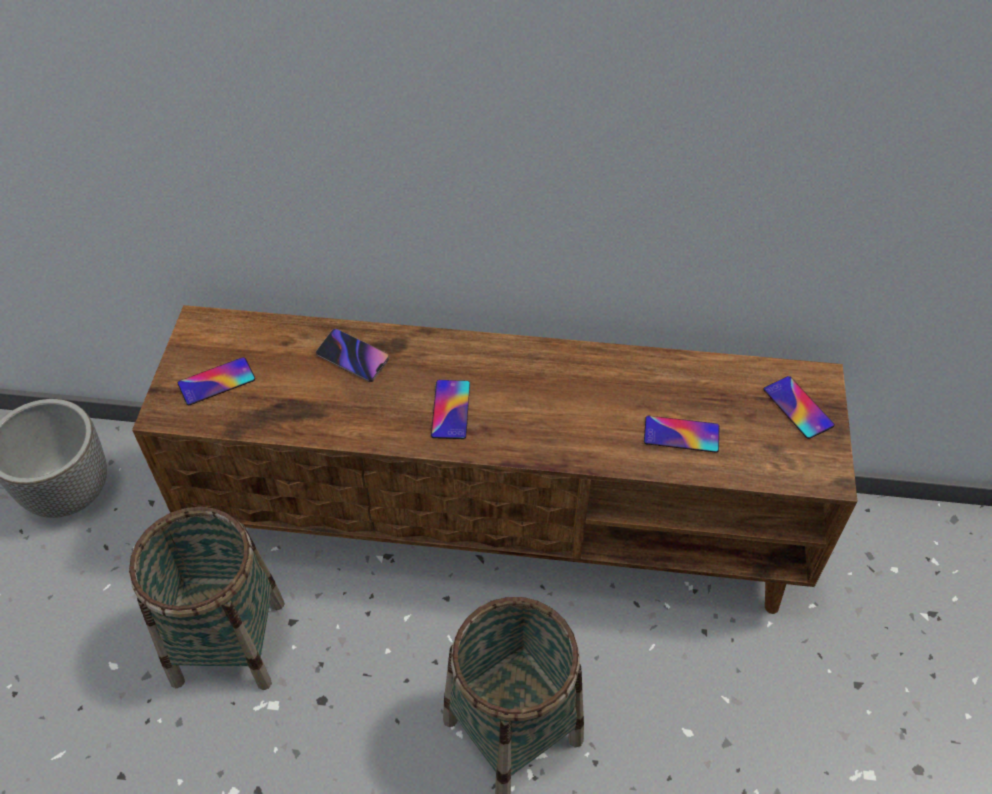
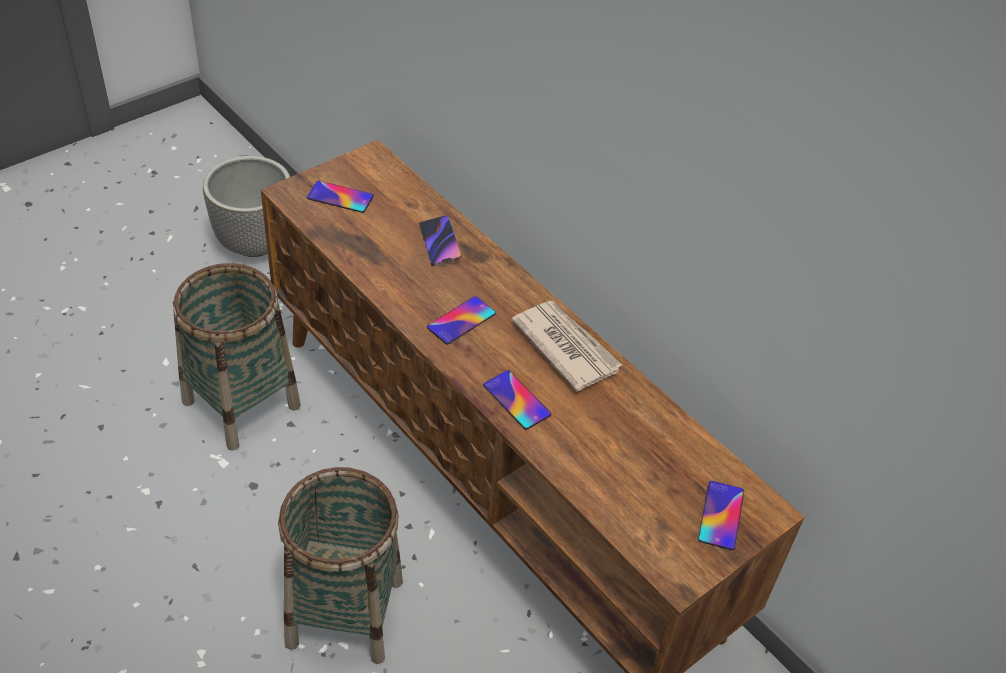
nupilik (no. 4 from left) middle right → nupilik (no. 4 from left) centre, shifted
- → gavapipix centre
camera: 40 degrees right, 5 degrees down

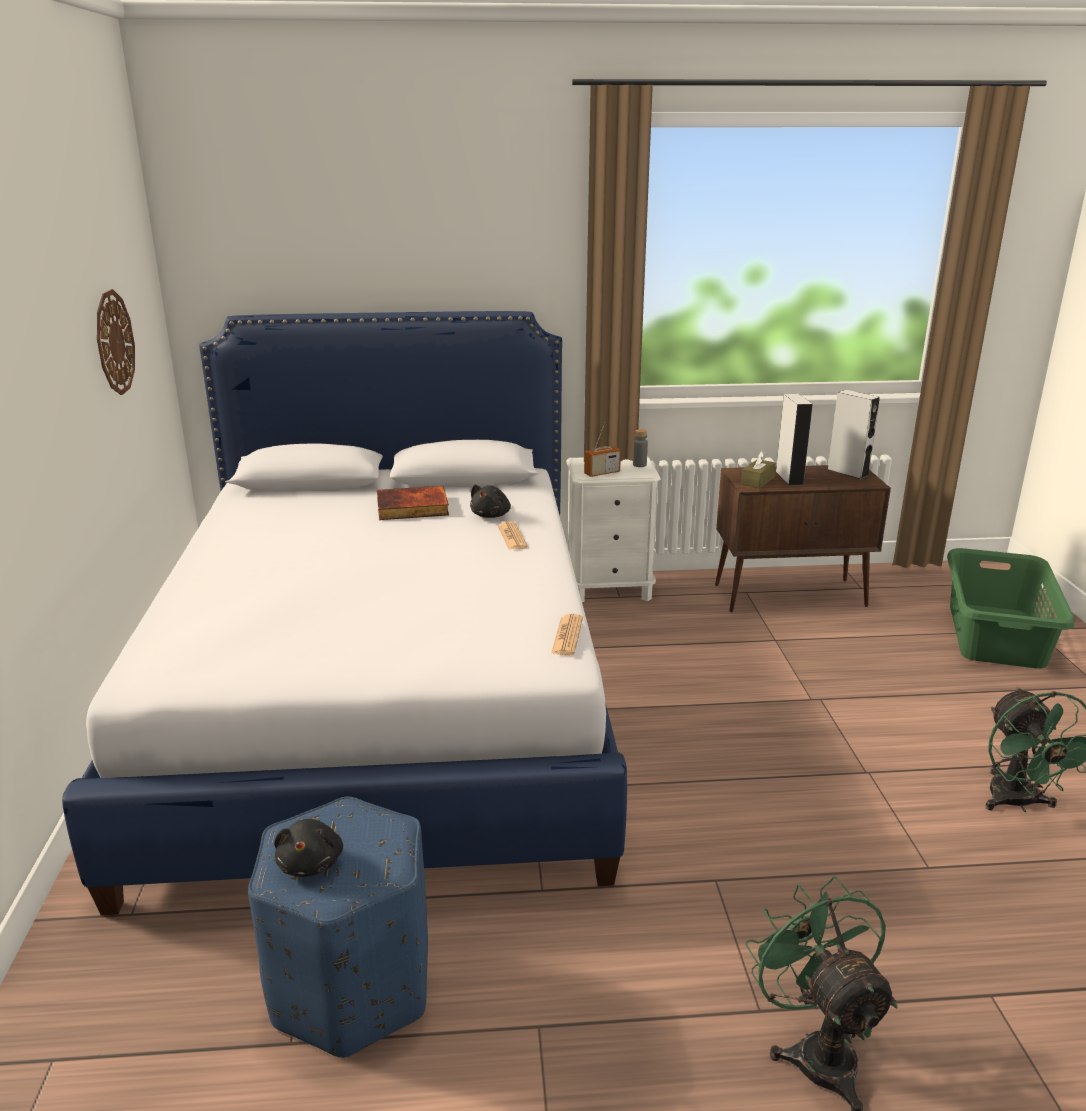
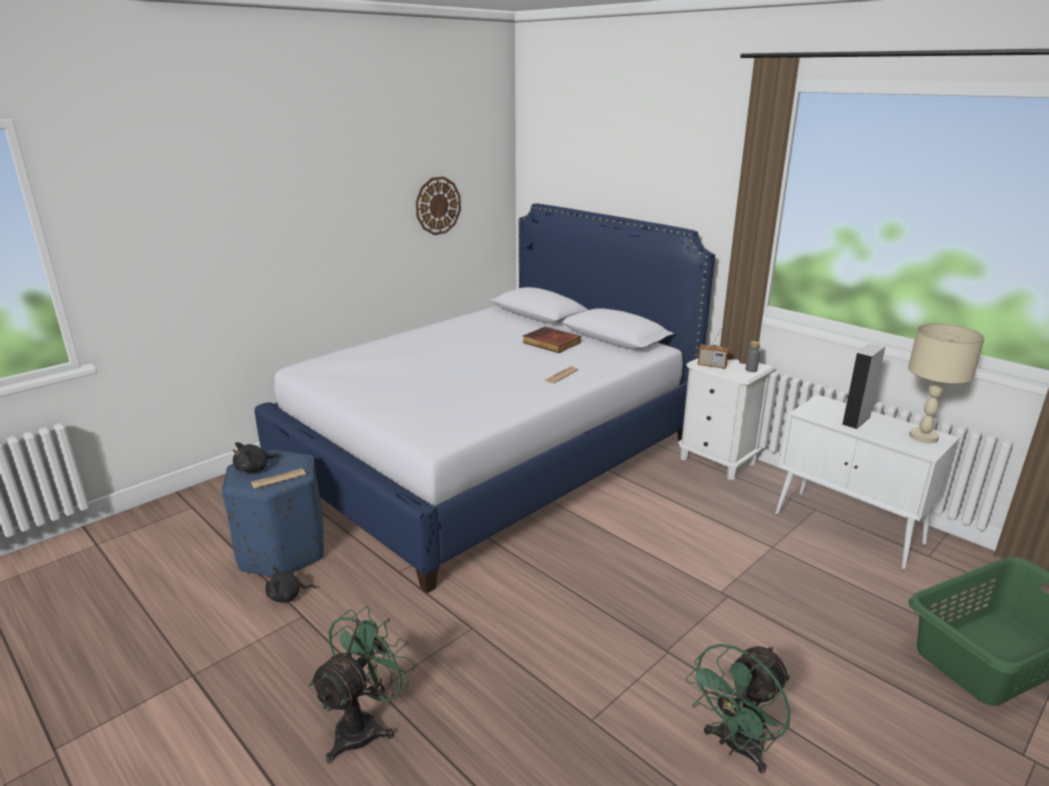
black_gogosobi (no. 2 from left) centre → black_gogosobi (no. 2 from left) bottom left, shifted
gavapipix (no. 2 from left in the first image) centre → gavapipix (no. 1 from left) middle left, shifted
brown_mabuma middle right → white_mabuma middle right
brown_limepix middle right → -
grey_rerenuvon (no. 2 from left) middle right → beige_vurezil middle right
camera: 50 degrees right, 0 degrees up

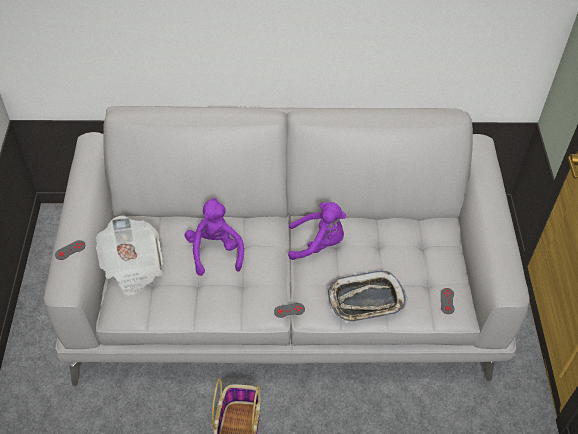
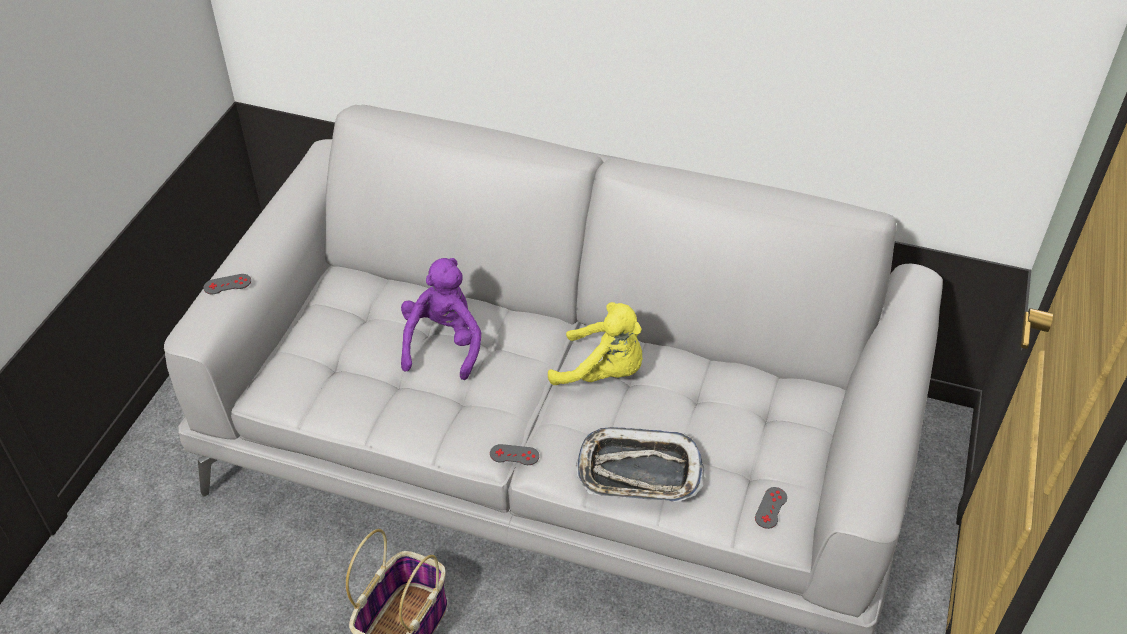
gavapipix middle left → -
purple_gogosobi (no. 2 from left) centre → yellow_gogosobi centre
camera: 20 degrees right, 5 degrees down

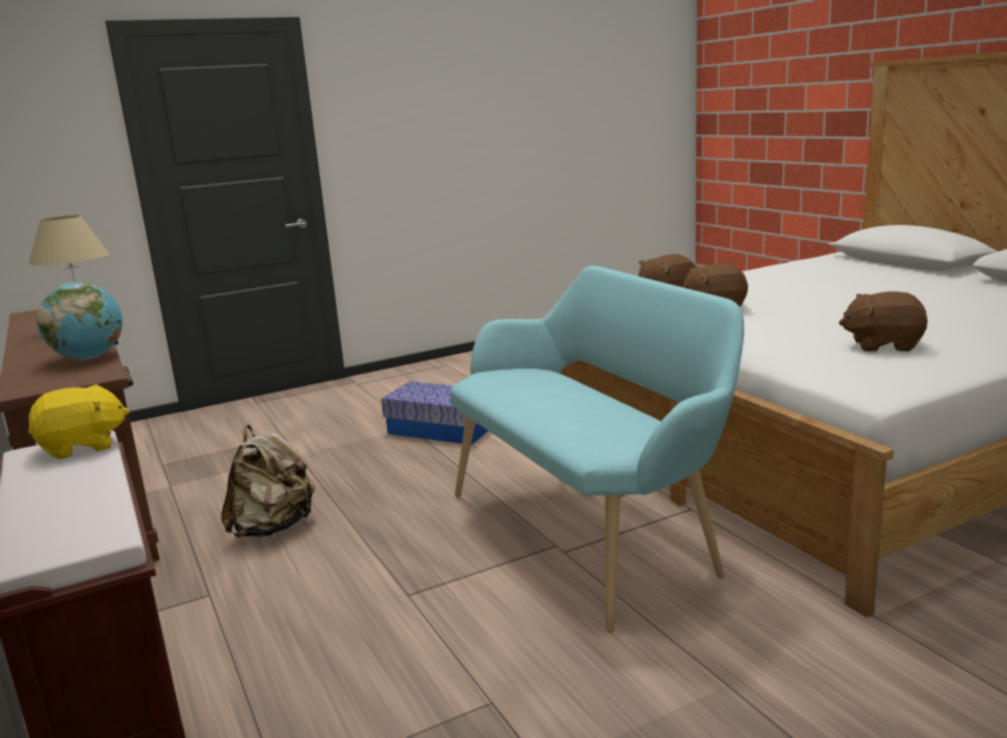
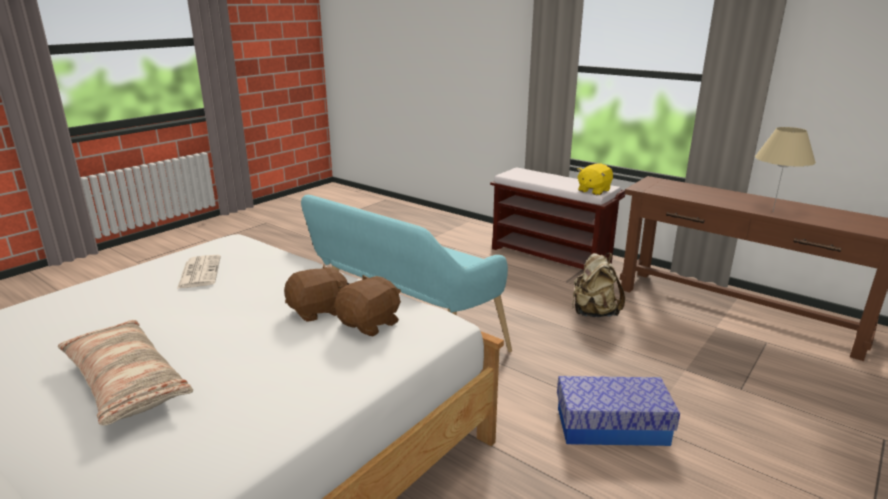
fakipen middle left → -
brown_gogosobi (no. 3 from left) middle right → gavapipix middle left
- → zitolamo bottom left
camera: 155 degrees right, 5 degrees up

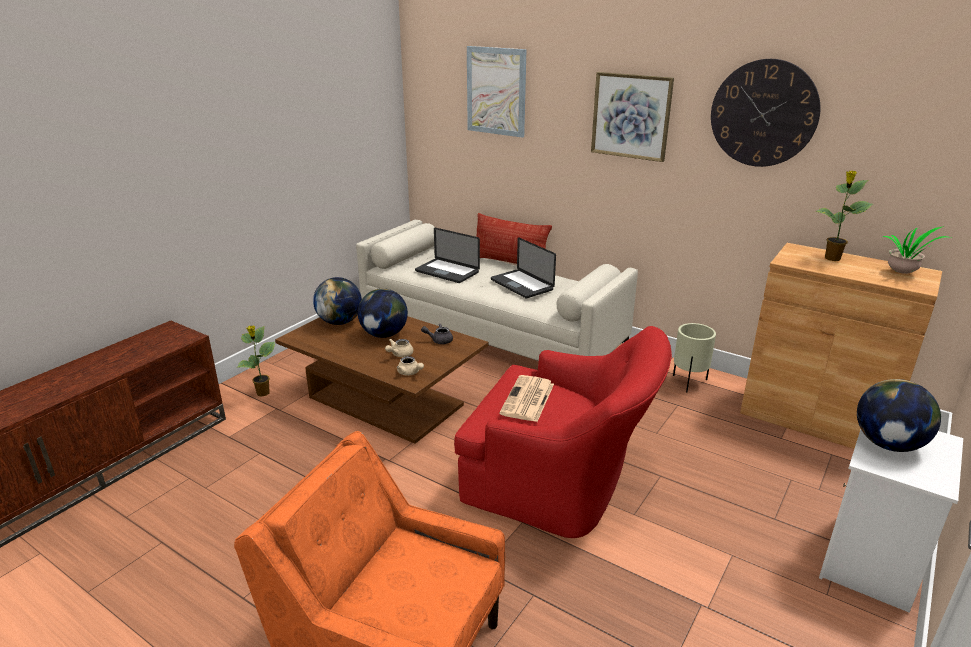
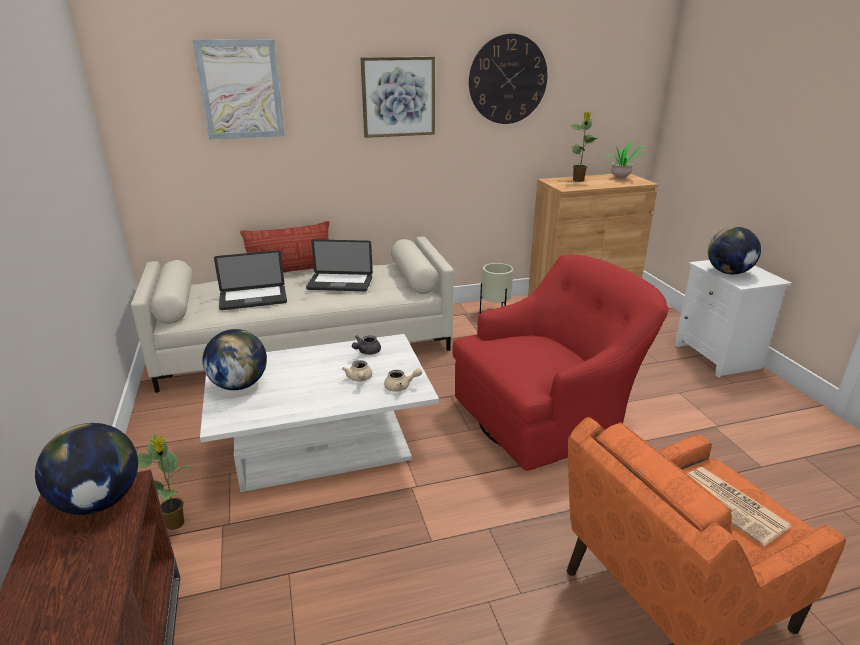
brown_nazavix centre → white_nazavix centre
fakipen (no. 2 from left in the first image) centre → fakipen (no. 1 from left) bottom left, shifted
gavapipix centre → gavapipix bottom right, shifted
camera: 50 degrees left, 0 degrees up

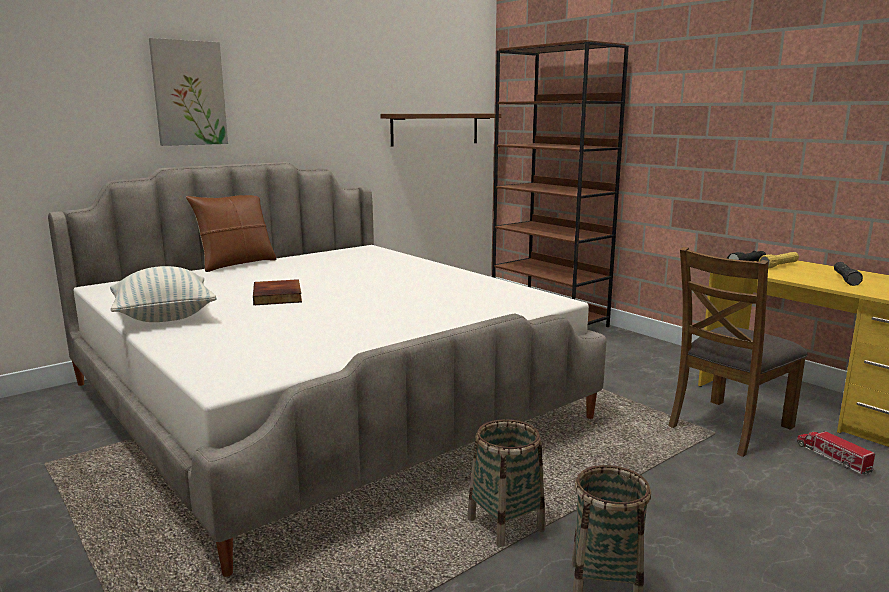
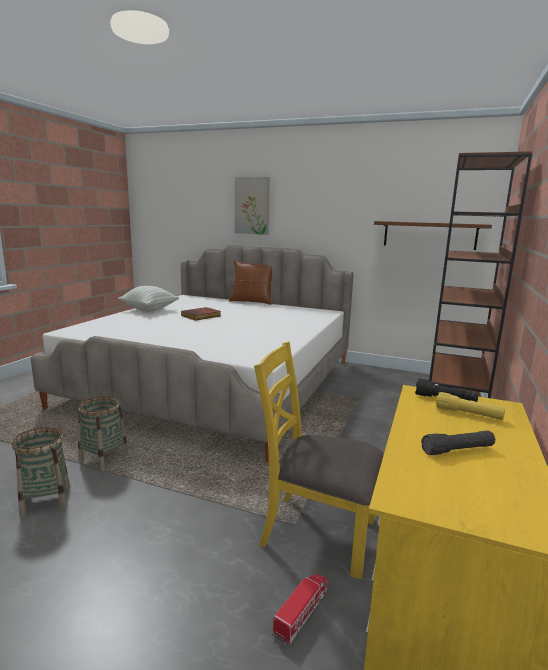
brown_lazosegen middle right → yellow_lazosegen bottom centre
camera: 60 degrees right, 0 degrees up

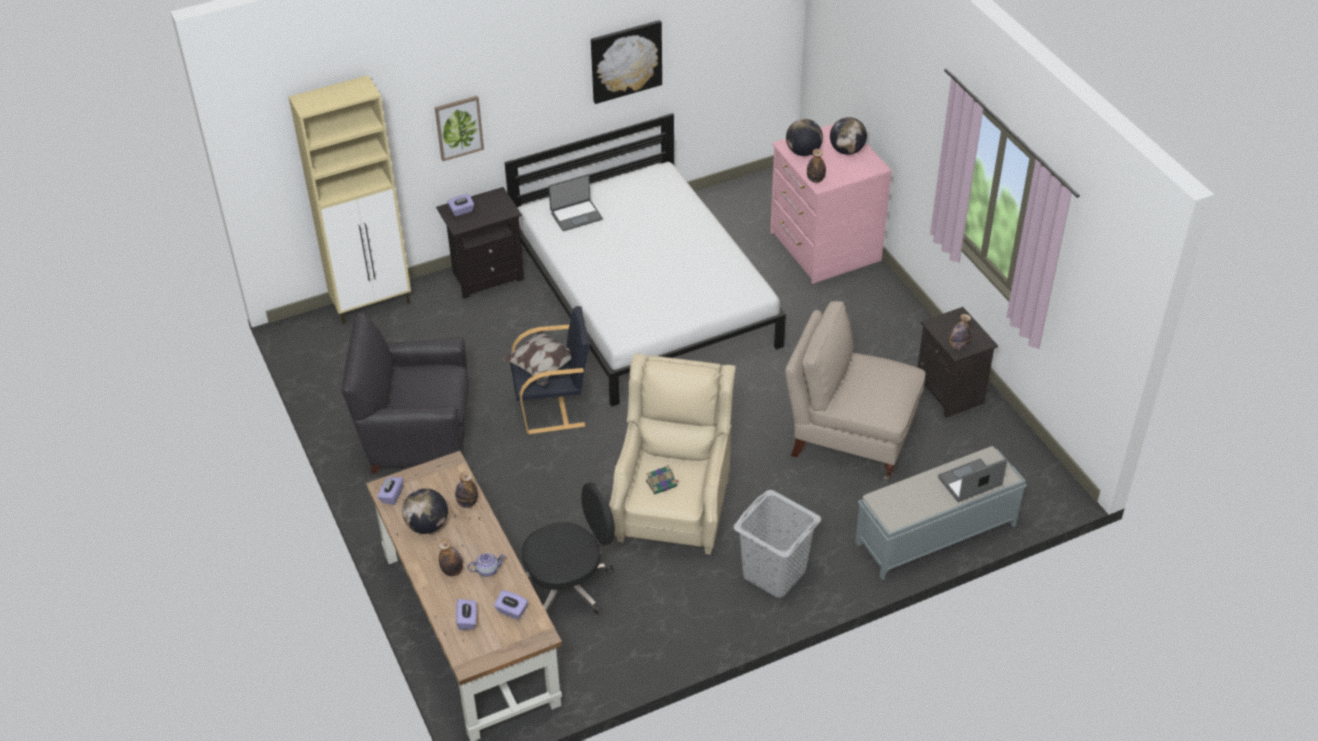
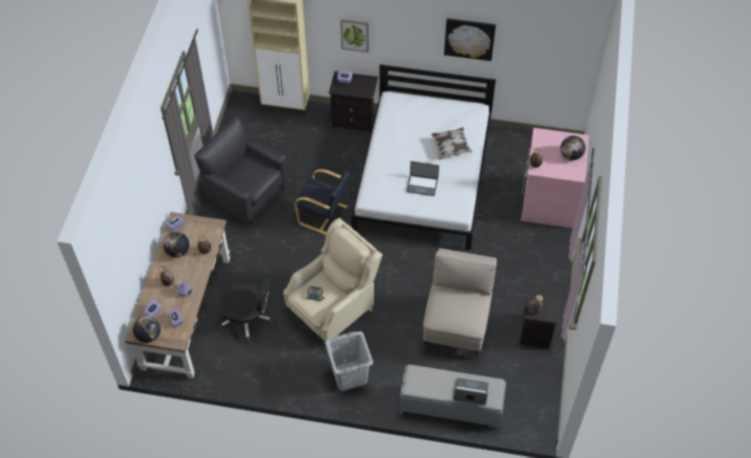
zitolamo centre → zitolamo top centre, shifted
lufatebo (no. 1 from left) top centre → lufatebo (no. 1 from left) centre, shifted
beige_lazosegen centre, 45 degrees clockwise
fakipen (no. 2 from left in the first image) top centre → fakipen (no. 1 from left) bottom left, shifted
camera: 35 degrees right, 10 degrees up

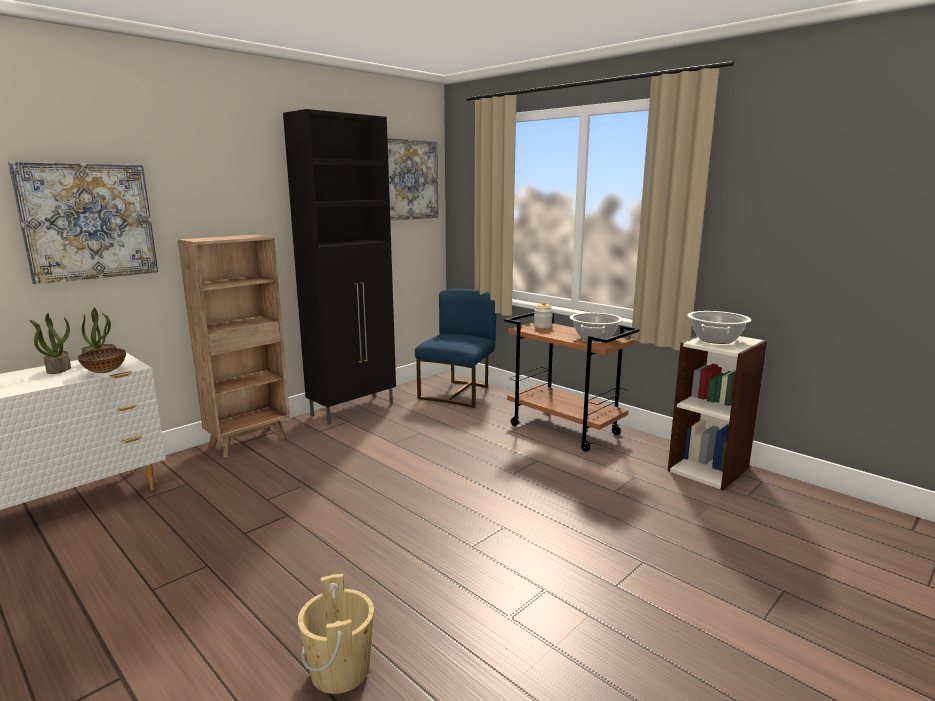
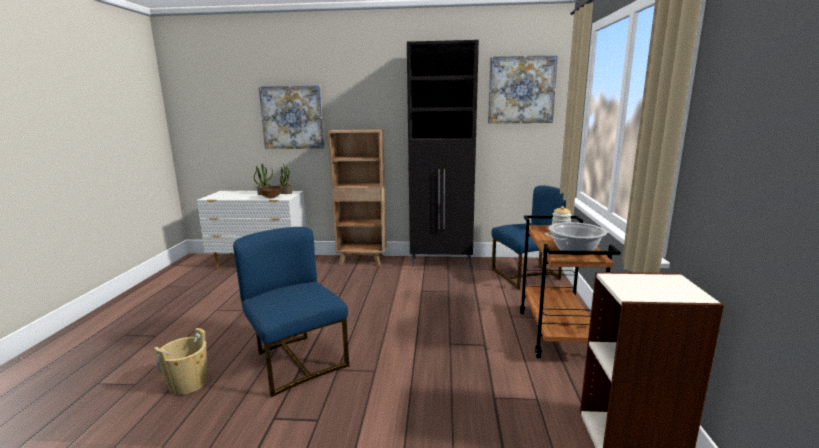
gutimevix (no. 2 from left) middle right → -
- → blue_lazosegen (no. 1 from left) bottom centre
camera: 50 degrees right, 0 degrees up

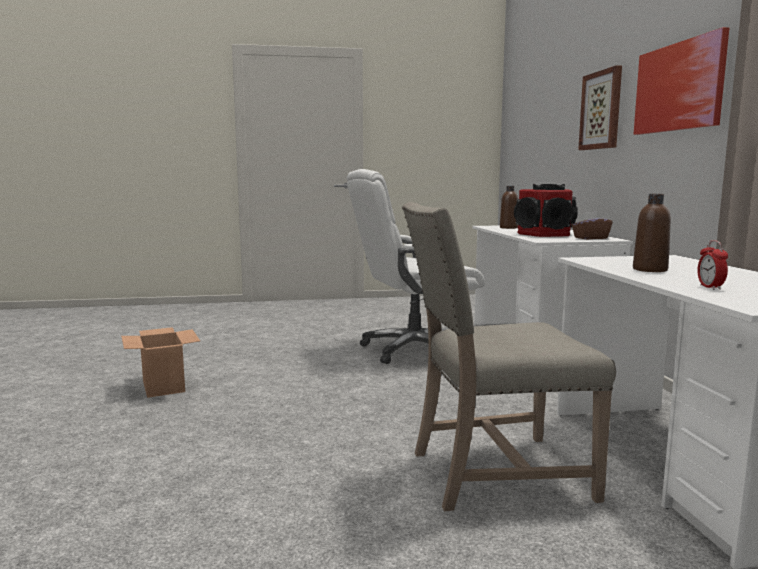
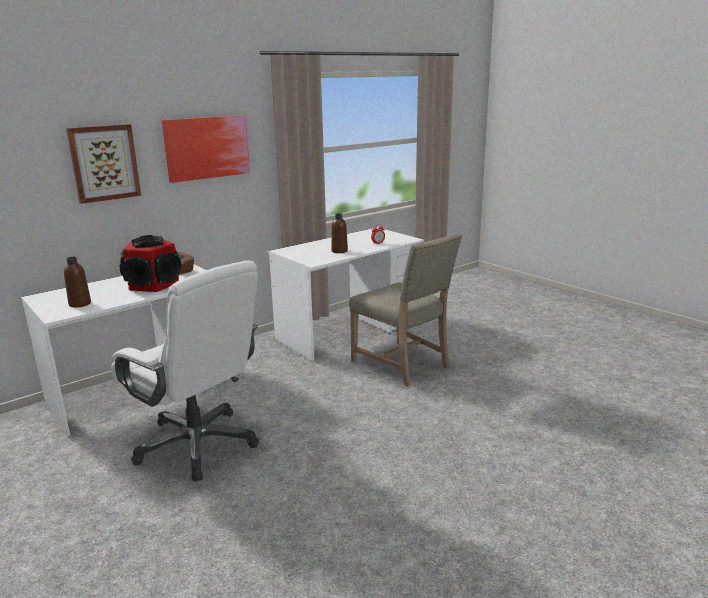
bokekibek middle left → -
camera: 120 degrees left, 10 degrees up

